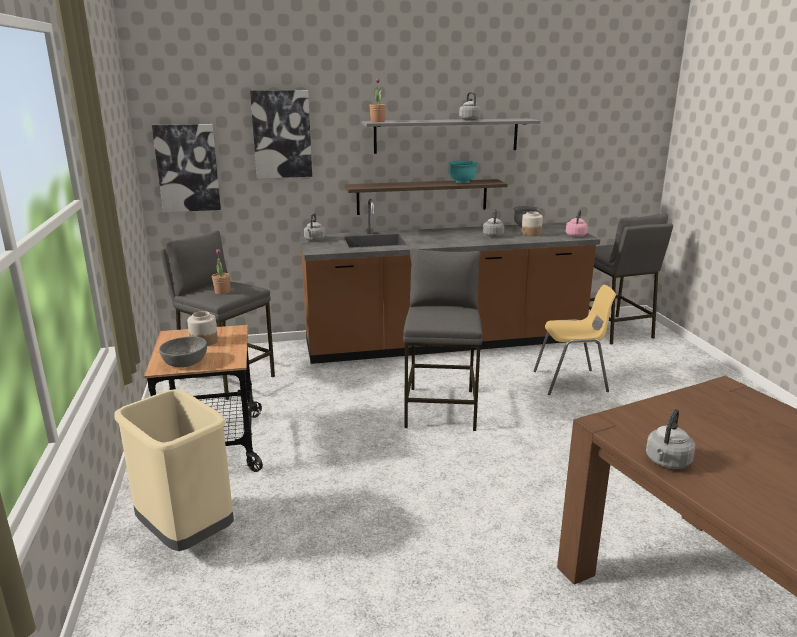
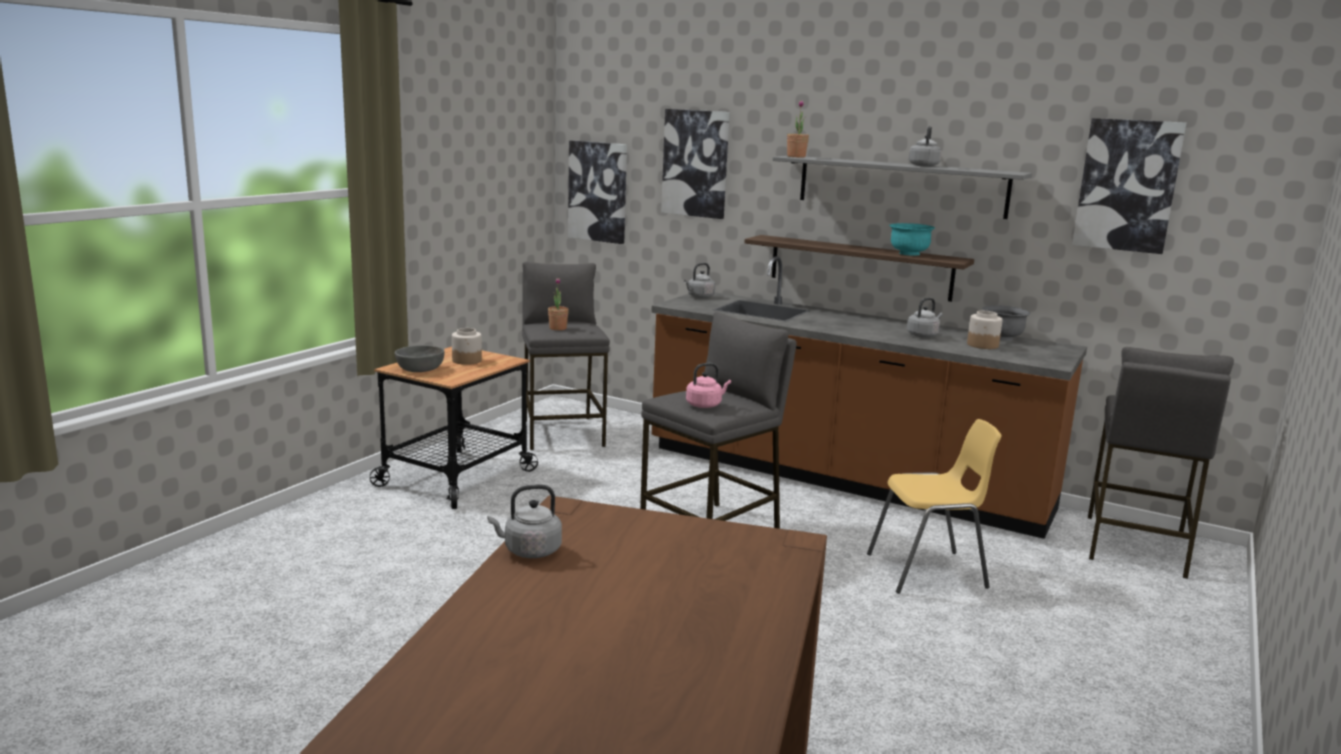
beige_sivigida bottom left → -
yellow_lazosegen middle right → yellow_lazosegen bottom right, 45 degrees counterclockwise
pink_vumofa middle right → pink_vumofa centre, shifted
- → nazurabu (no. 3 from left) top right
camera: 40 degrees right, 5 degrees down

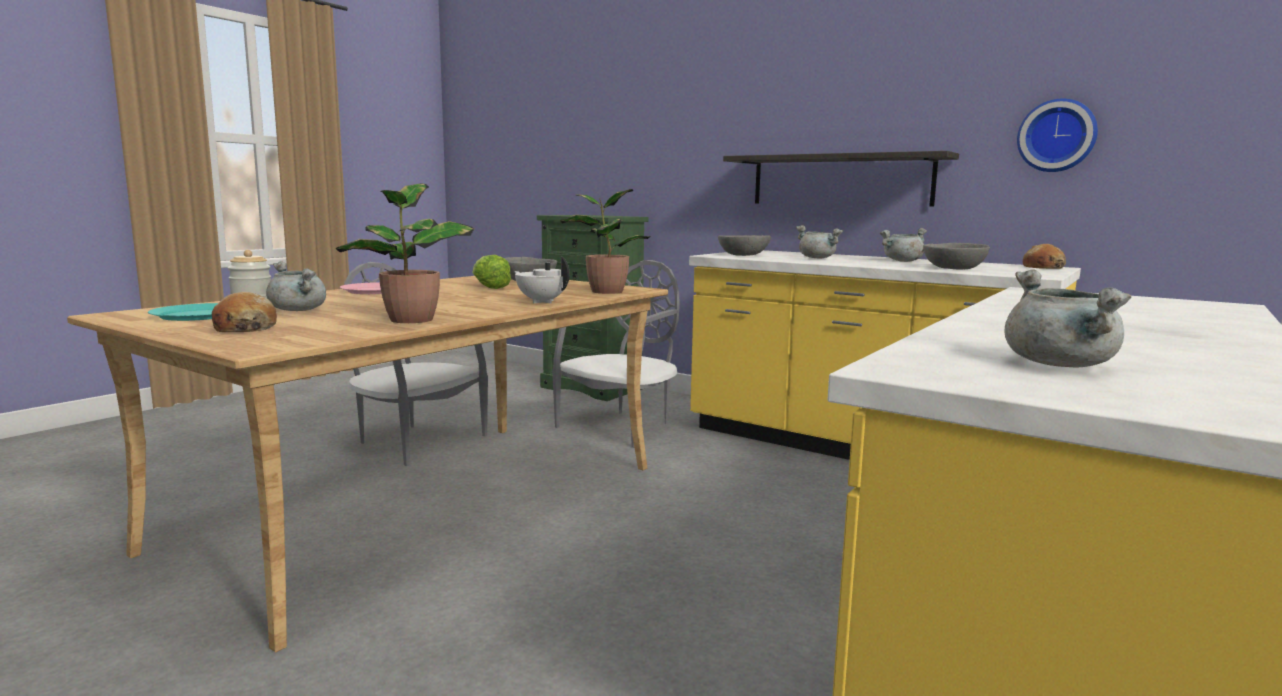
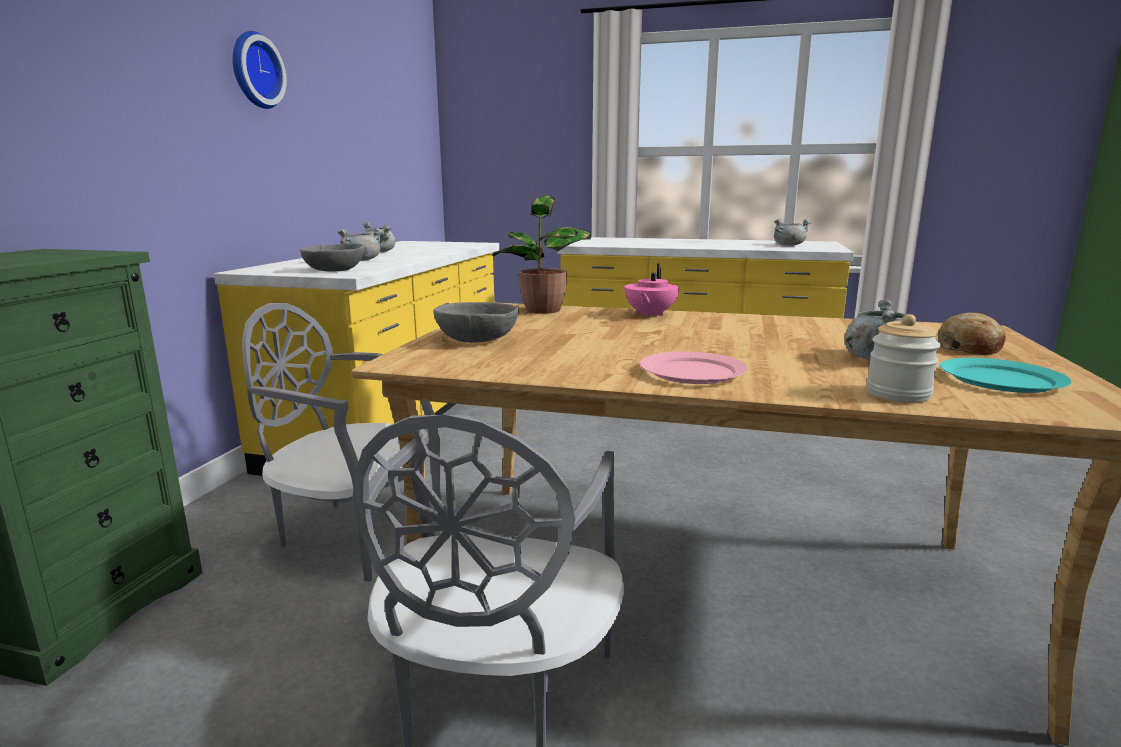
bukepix (no. 1 from left) middle left → -
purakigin centre → -
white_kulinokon centre → pink_kulinokon centre
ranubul top centre → -
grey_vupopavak (no. 3 from left) middle right → -
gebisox top right → gebisox top left, shifted
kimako (no. 2 from left) middle right → -
camera: 110 degrees left, 5 degrees up

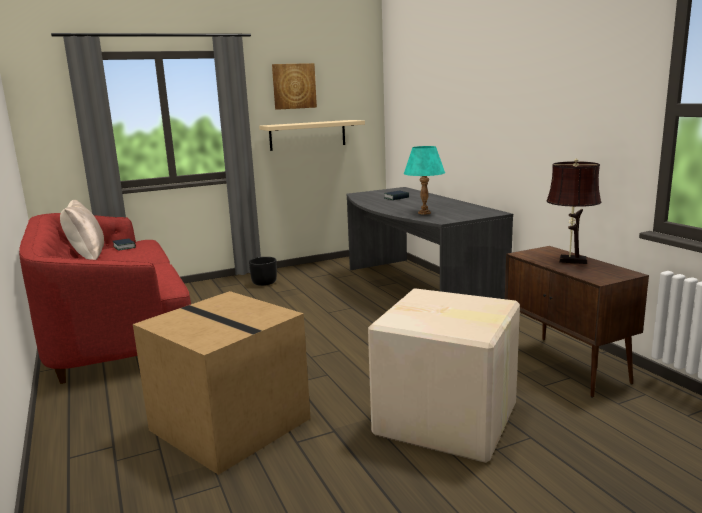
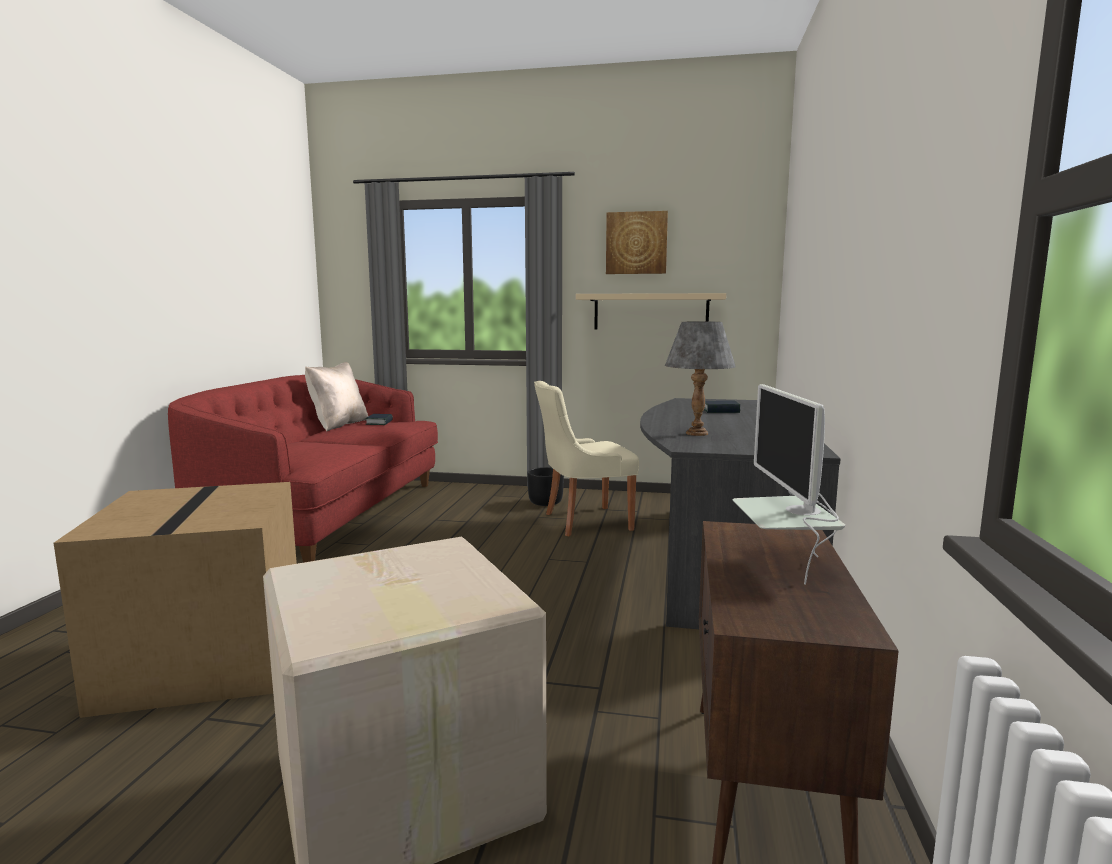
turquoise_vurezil centre → grey_vurezil centre
brown_vurezil middle right → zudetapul middle right
- → beige_lazosegen centre
camera: 35 degrees right, 5 degrees down

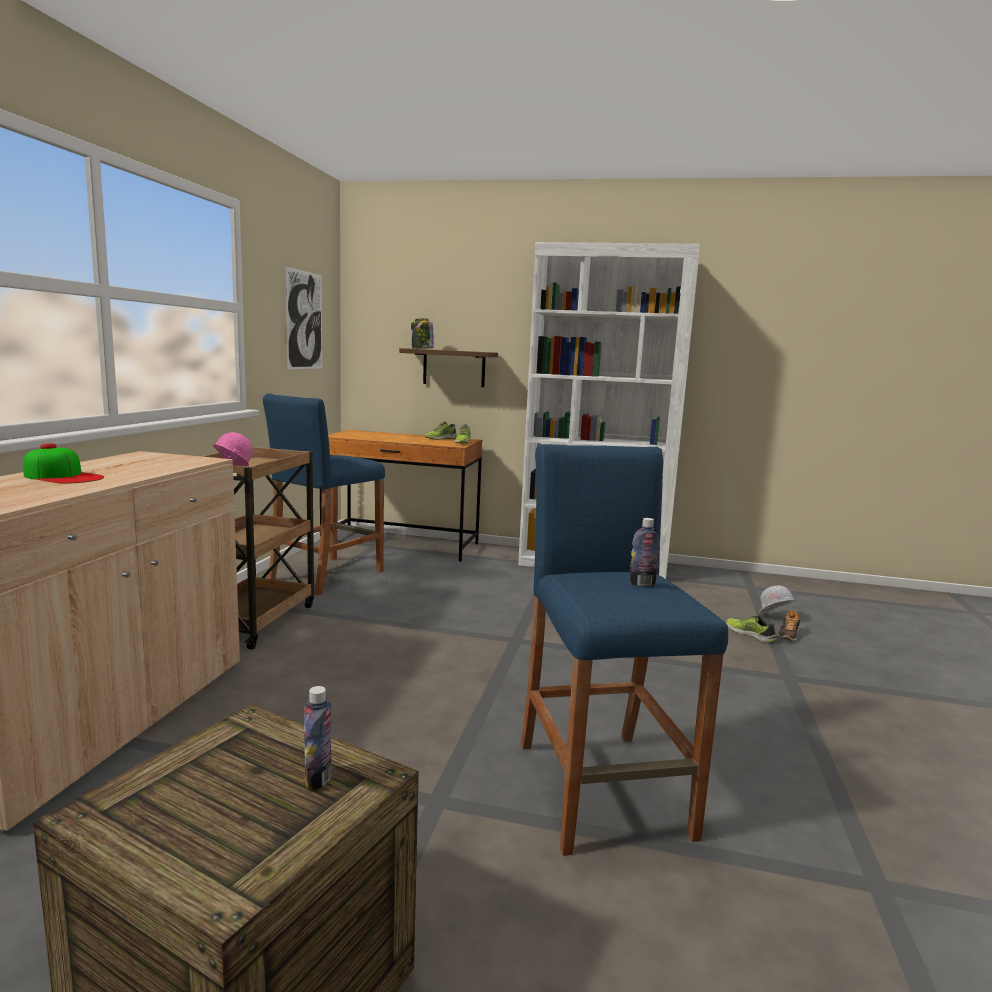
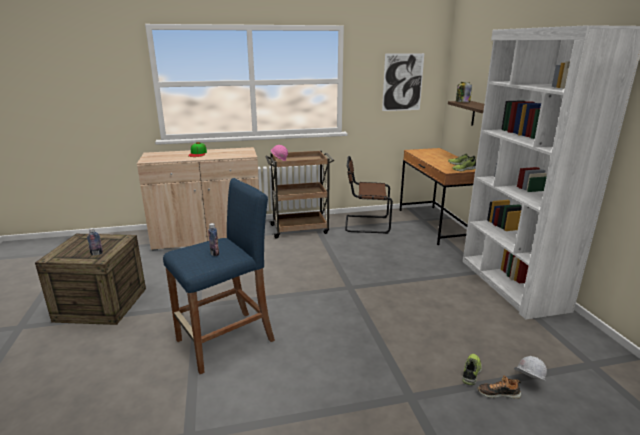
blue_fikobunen (no. 1 from left) middle left → brown_lazosegen centre
camera: 65 degrees right, 10 degrees up

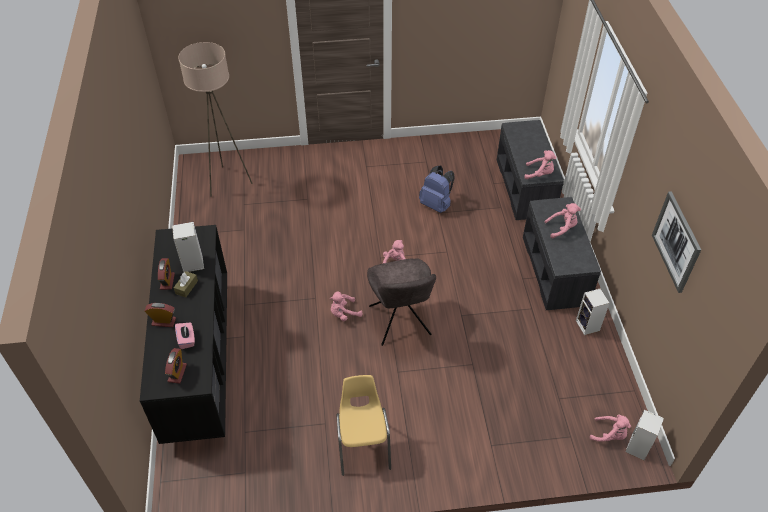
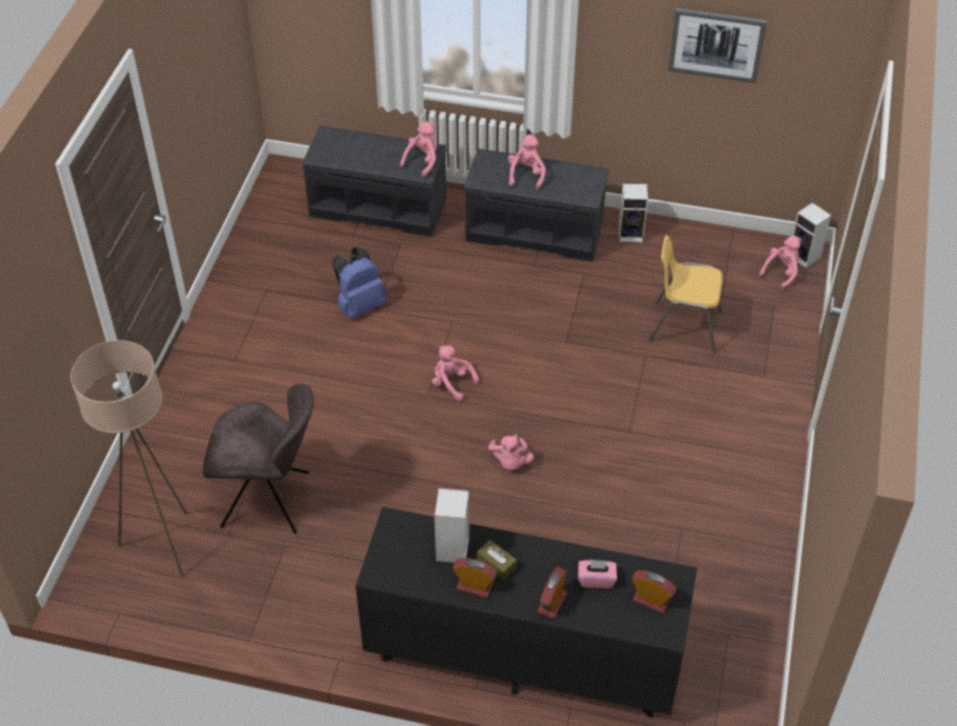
yellow_lazosegen bottom centre → yellow_lazosegen middle right, shifted
grey_lazosegen centre → grey_lazosegen middle left, shifted
camera: 70 degrees left, 0 degrees up

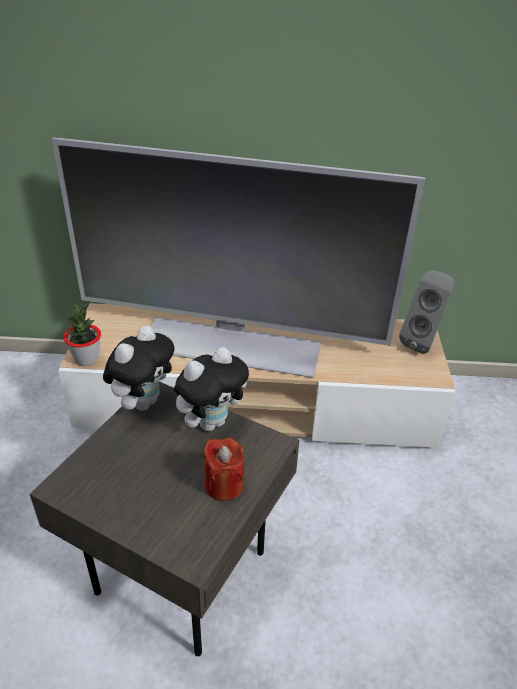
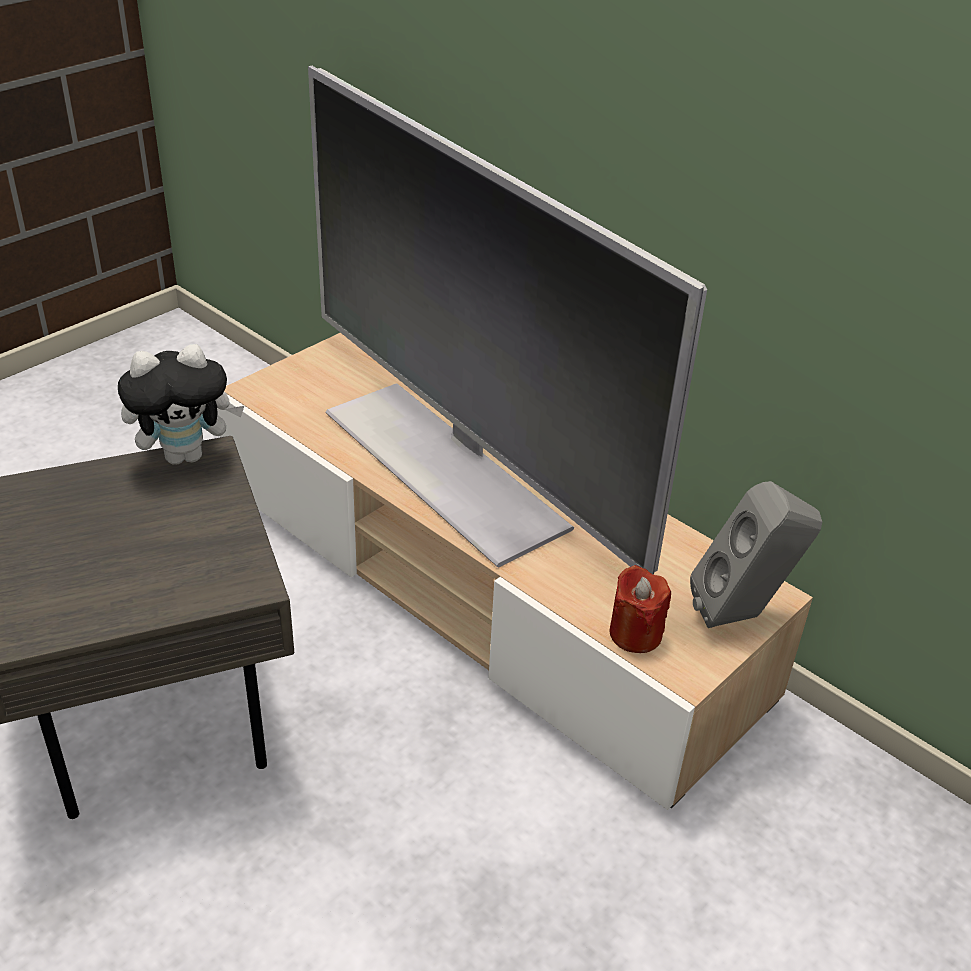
bukepix middle left → -
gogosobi (no. 2 from left) centre → -
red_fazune bottom centre → red_fazune centre, shifted
camera: 40 degrees right, 0 degrees up

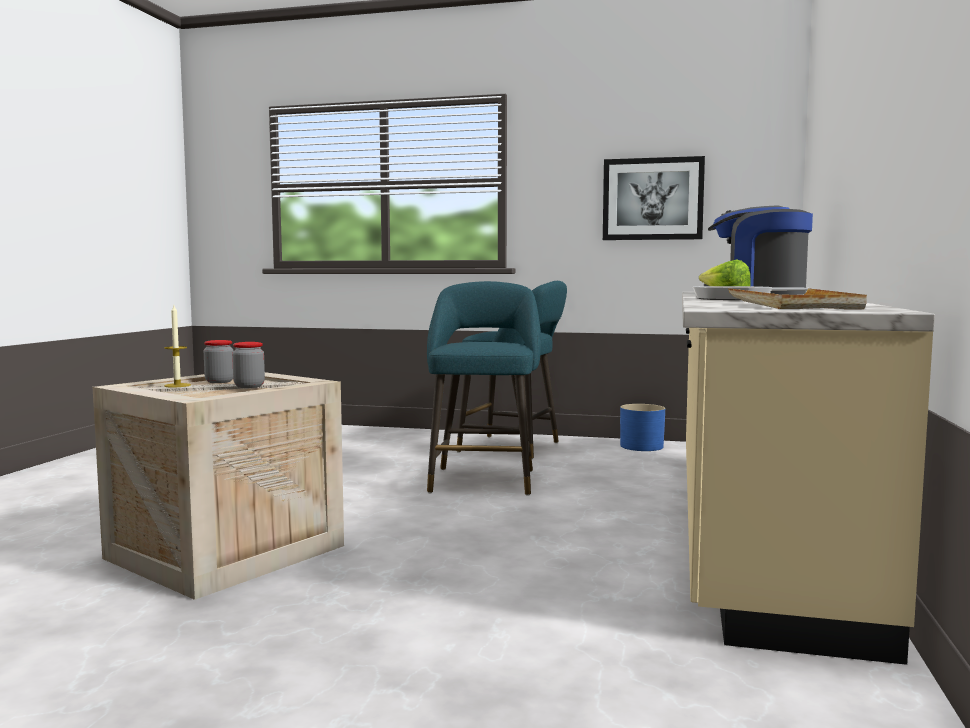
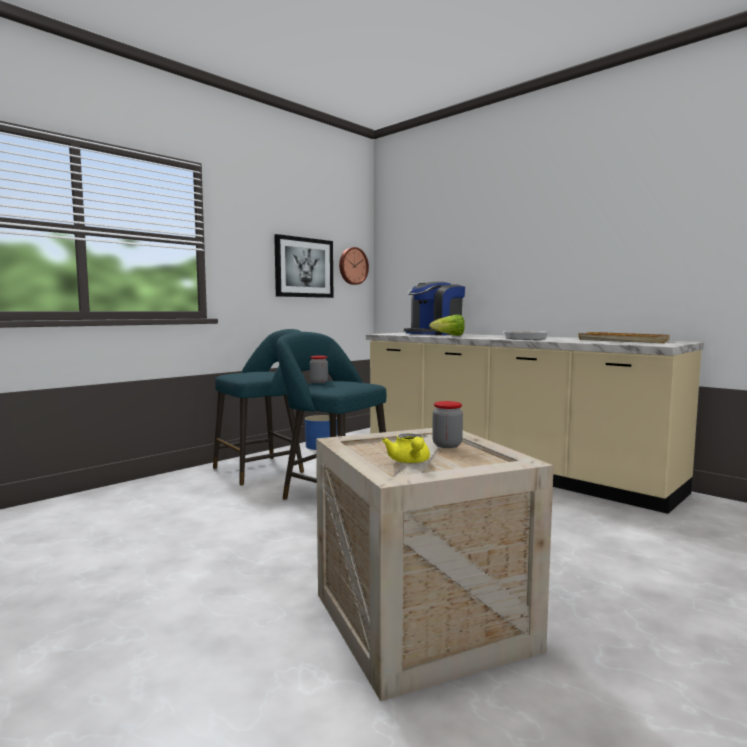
fazune middle left → yellow_kulinokon centre
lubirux (no. 1 from left) middle left → lubirux (no. 1 from left) centre, shifted
- → gebisox centre
camera: 60 degrees left, 0 degrees up

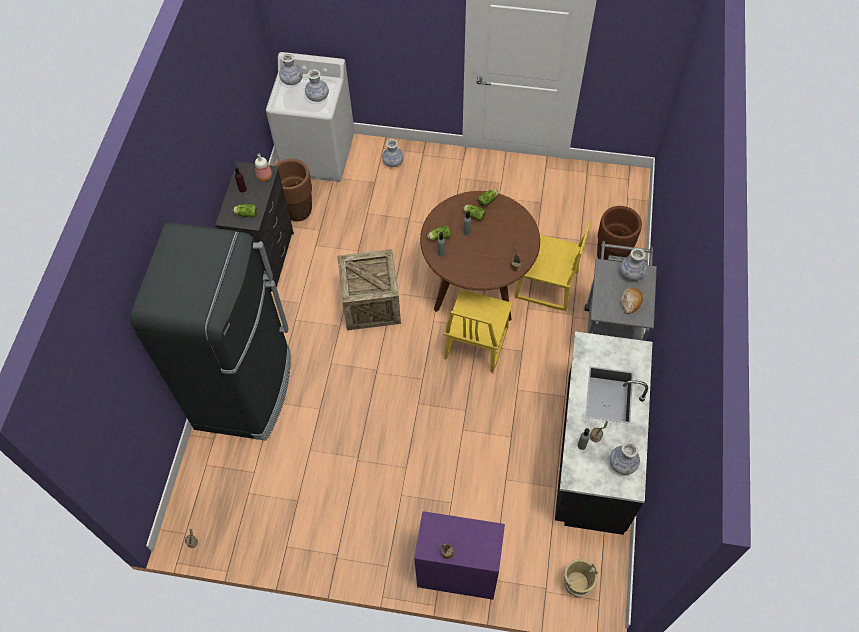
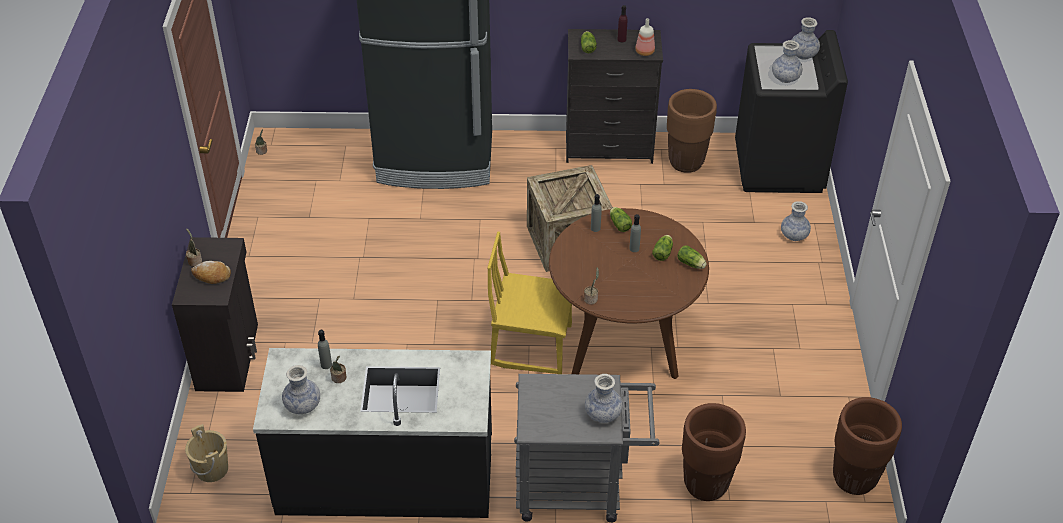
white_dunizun top centre → black_dunizun top right
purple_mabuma bottom centre → black_mabuma middle left
yellow_lazosegen (no. 2 from left) centre → -
kimako middle right → kimako middle left, shifted
- → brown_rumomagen (no. 3 from left) bottom right
camera: 80 degrees right, 15 degrees down

